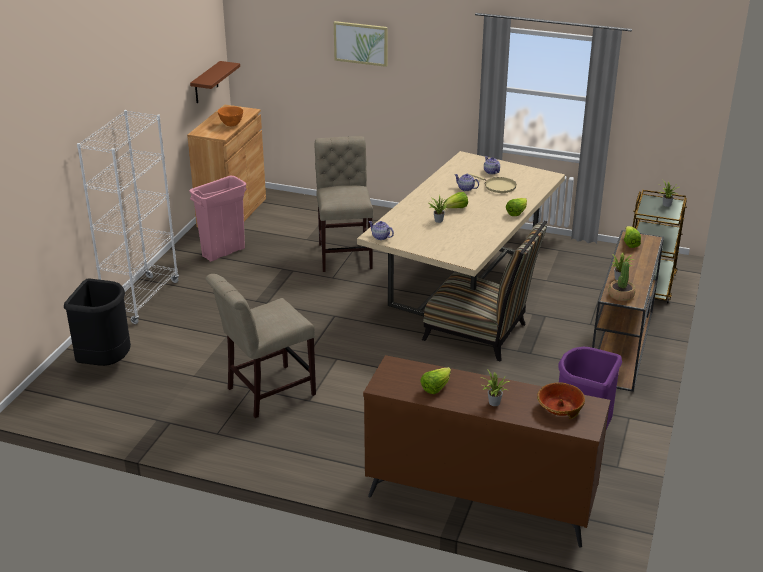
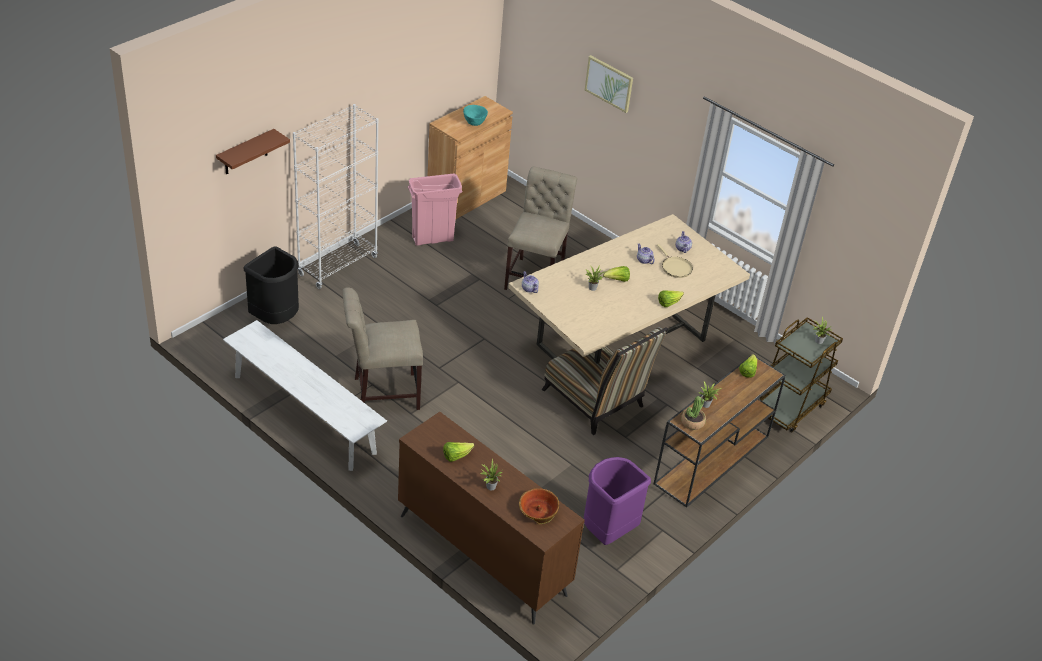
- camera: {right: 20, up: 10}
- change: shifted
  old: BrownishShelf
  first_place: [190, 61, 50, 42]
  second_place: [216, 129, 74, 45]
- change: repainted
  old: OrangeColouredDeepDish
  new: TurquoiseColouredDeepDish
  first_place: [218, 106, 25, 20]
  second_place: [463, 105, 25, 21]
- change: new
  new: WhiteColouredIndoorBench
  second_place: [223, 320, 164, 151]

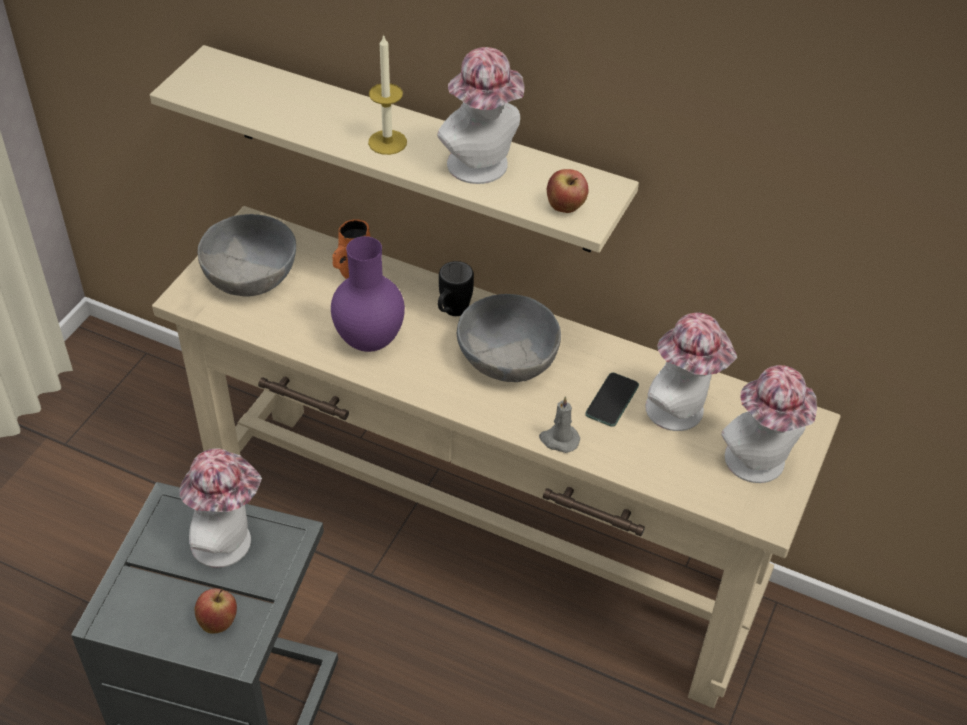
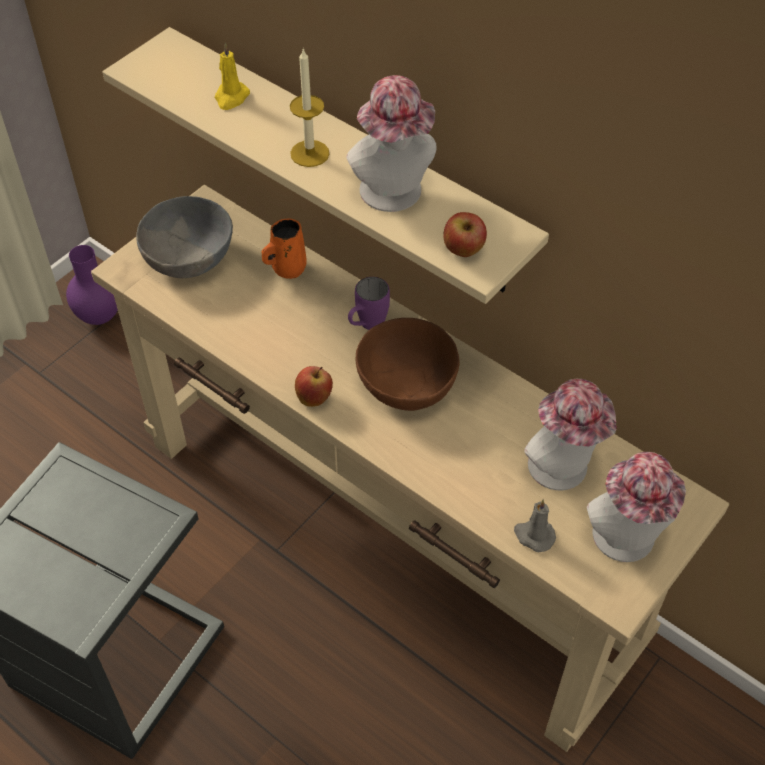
- camera: {right: 15, up: 5}
- change: gone
  old: Hat
  first_place: [180, 449, 82, 119]
- change: shifted
  old: WholeApple
  first_place: [195, 588, 42, 46]
  second_place: [295, 366, 38, 41]
- change: shifted
  old: PurpleColouredVase
  first_place: [331, 236, 74, 116]
  second_place: [66, 245, 52, 80]
- change: repainted
  old: BlackTeaMug
  new: PurpleColouredTeaMug
  first_place: [438, 261, 36, 55]
  second_place: [348, 277, 42, 53]
- change: repainted
  old: GrayDeepDish
  new: BrownishDeepDish
  first_place: [457, 294, 104, 88]
  second_place: [355, 318, 105, 93]
- change: shifted
  old: GrayCandle
  first_place: [539, 396, 41, 57]
  second_place: [514, 500, 42, 52]
- change: gone
  old: Handset
  first_place: [585, 373, 54, 54]
- change: new
  new: YellowColouredCandle
  second_place: [215, 43, 35, 67]

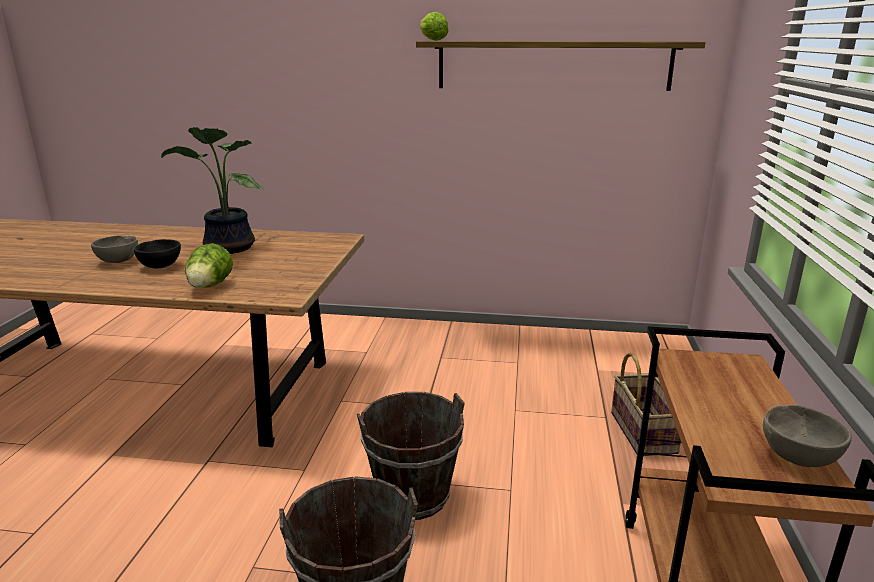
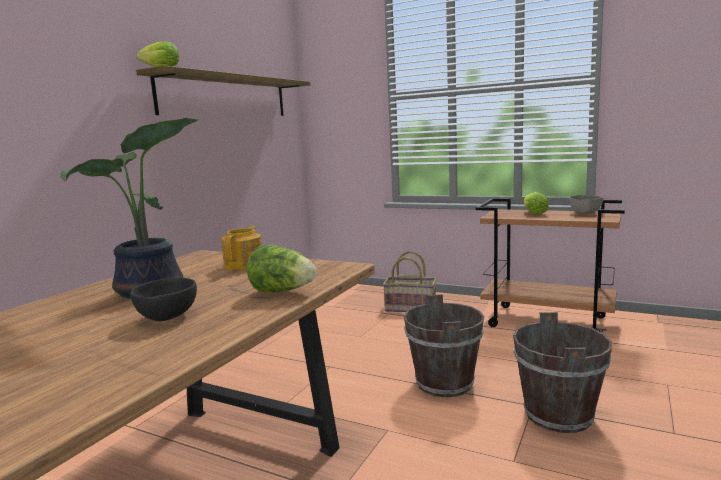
- camera: {right: -70, up: -10}
- change: gone
  old: GrayDeepDish
  first_place: [91, 235, 47, 28]
- change: new
  new: PotForTea
  second_place: [221, 226, 41, 44]
- change: new
  new: LettuceHead
  second_place: [524, 192, 25, 23]

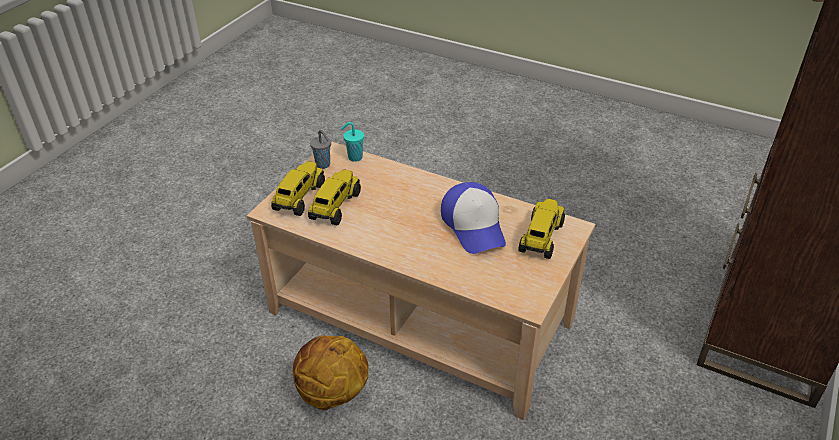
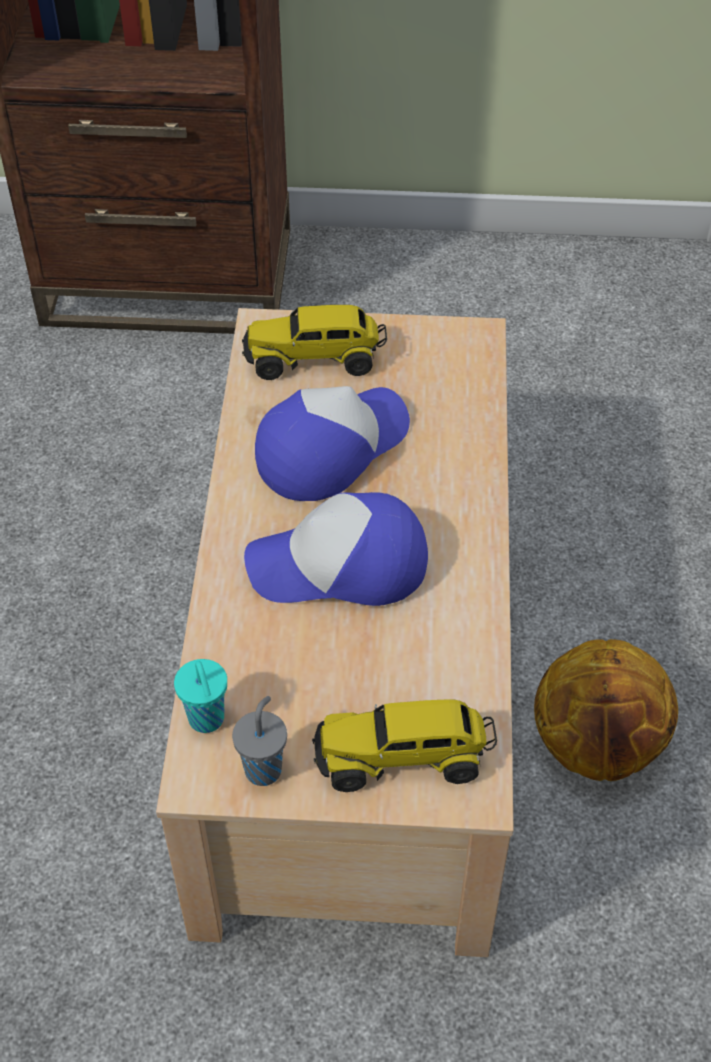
- camera: {right: -115, up: 10}
- change: gone
  old: ToyTruck
  first_place: [308, 170, 53, 55]
- change: new
  new: PeakedCap
  second_place: [244, 492, 184, 114]

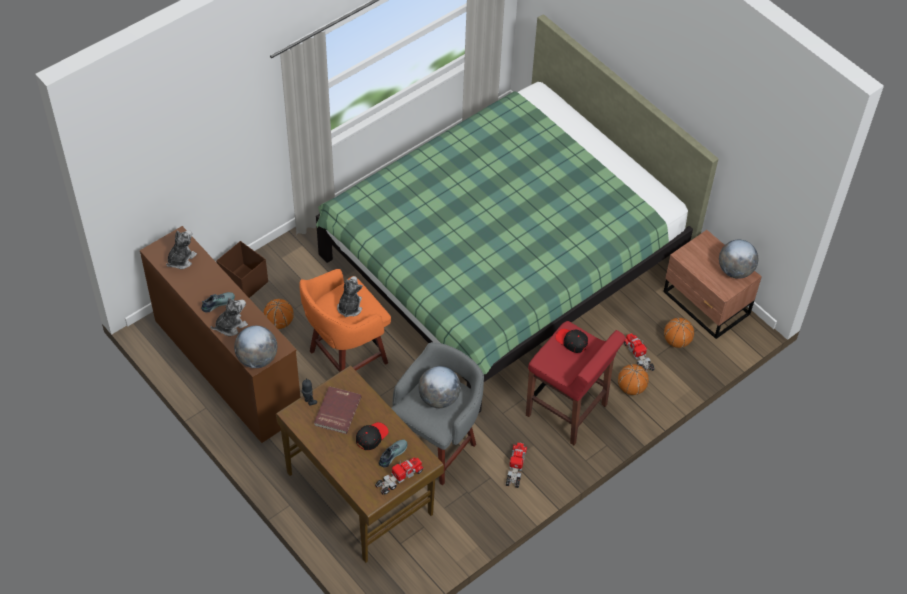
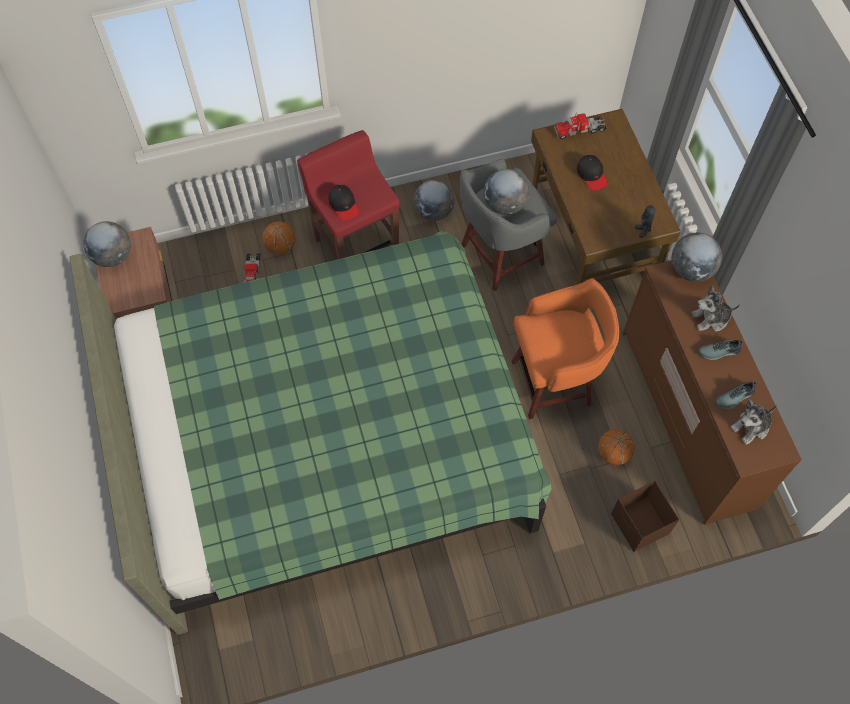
- camera: {right: -155, up: 10}
- change: gone
  old: RedBoundBook
  first_place: [314, 386, 48, 48]
- change: gone
  old: CuddlyToy
  first_place: [337, 276, 26, 41]
- change: rotated
  old: BlackPeakedCap
  first_place: [356, 422, 33, 28]
  second_place: [577, 155, 31, 36]
  degrees: -90
- change: shifted
  old: Shoe
  first_place: [379, 440, 29, 28]
  second_place: [716, 381, 41, 28]
- change: swapped
  old: ToyTruck
  new: Globe
  first_place: [506, 443, 21, 45]
  second_place: [414, 180, 41, 41]
- change: gone
  old: BasketballBall
  first_place: [664, 318, 30, 30]

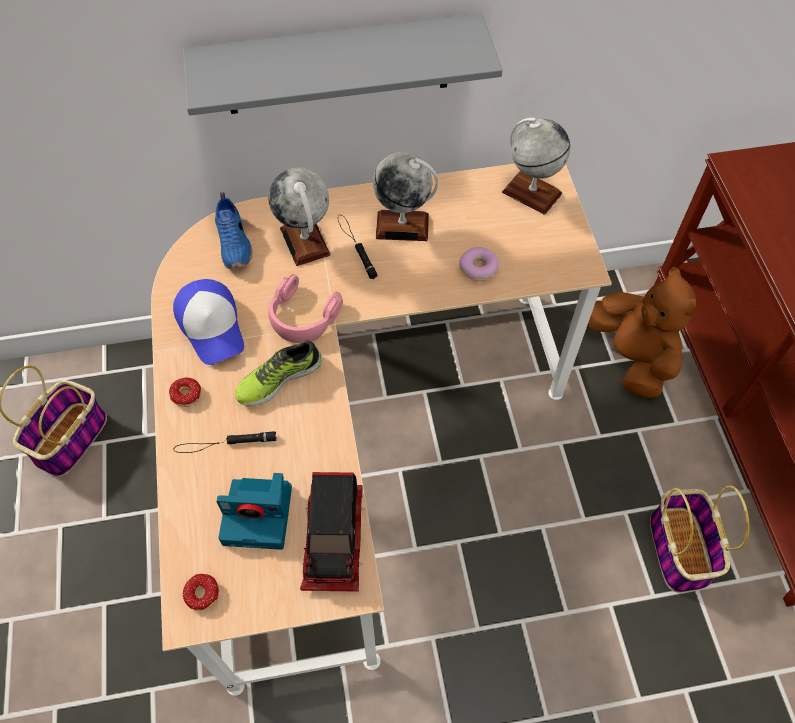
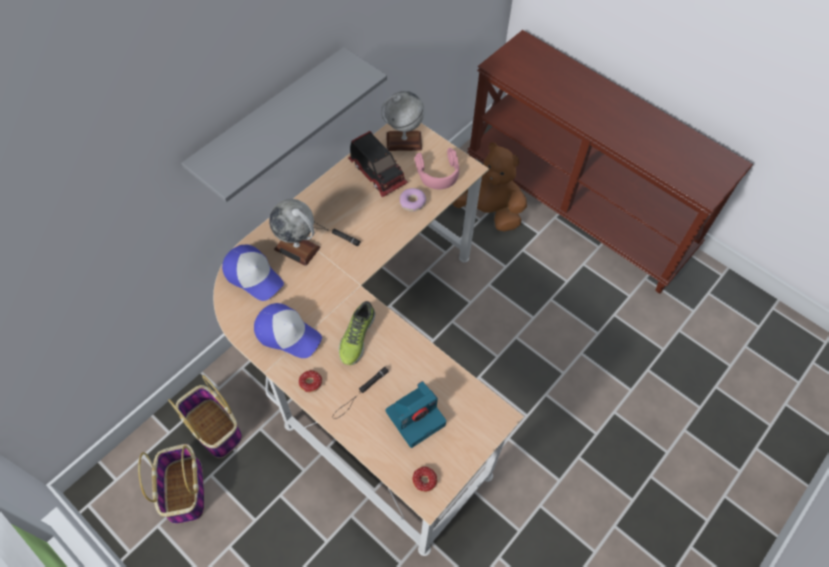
- camera: {right: -40, up: 0}
- change: swapped
  old: BluishShoe
  new: PeakedCap
  first_place: [215, 192, 38, 77]
  second_place: [222, 245, 62, 56]
- change: shifted
  old: PinkishHeadphones
  first_place: [268, 274, 75, 69]
  second_place: [415, 148, 44, 41]
- change: shifted
  old: ToyTruck
  first_place: [300, 472, 64, 120]
  second_place: [348, 131, 60, 66]
- change: gone
  old: Globe
  first_place: [373, 152, 65, 89]
- change: shifted
  old: StorageBasket
  first_place: [650, 485, 99, 108]
  second_place: [168, 375, 74, 83]

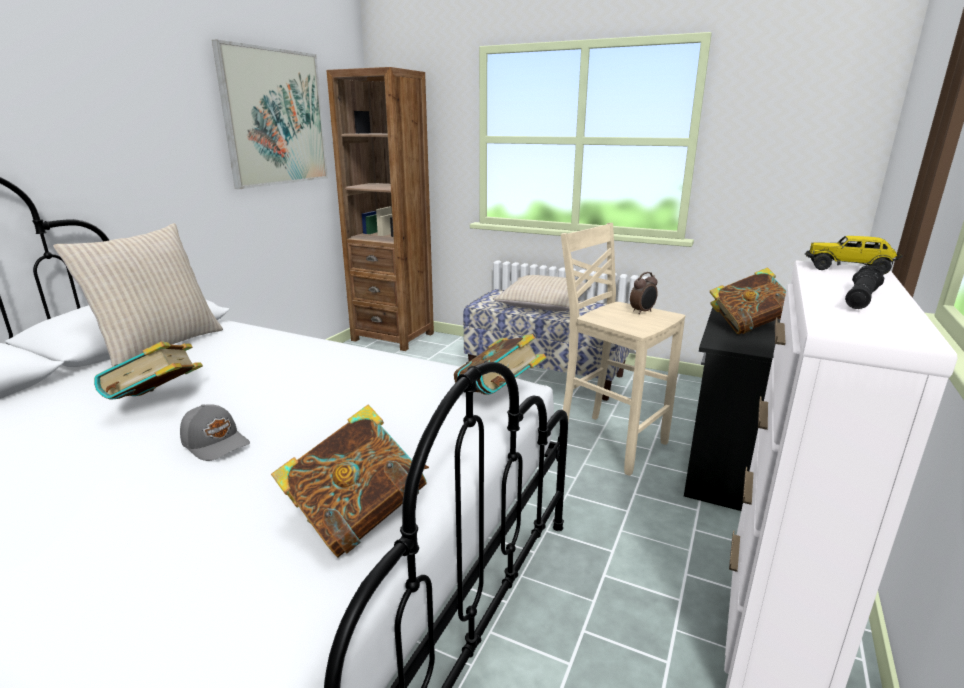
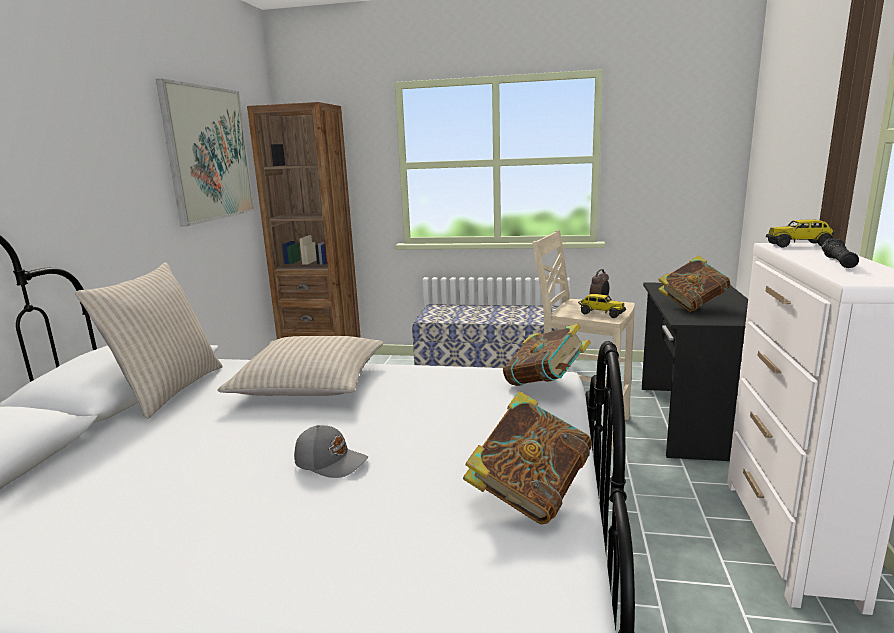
- camera: {right: -15, up: -5}
- change: gone
  old: BoundBook
  first_place: [94, 342, 109, 58]
- change: shifted
  old: BeigeCushion
  first_place: [493, 275, 99, 36]
  second_place: [217, 336, 167, 60]
- change: new
  new: ToyTruck
  second_place: [578, 294, 48, 24]

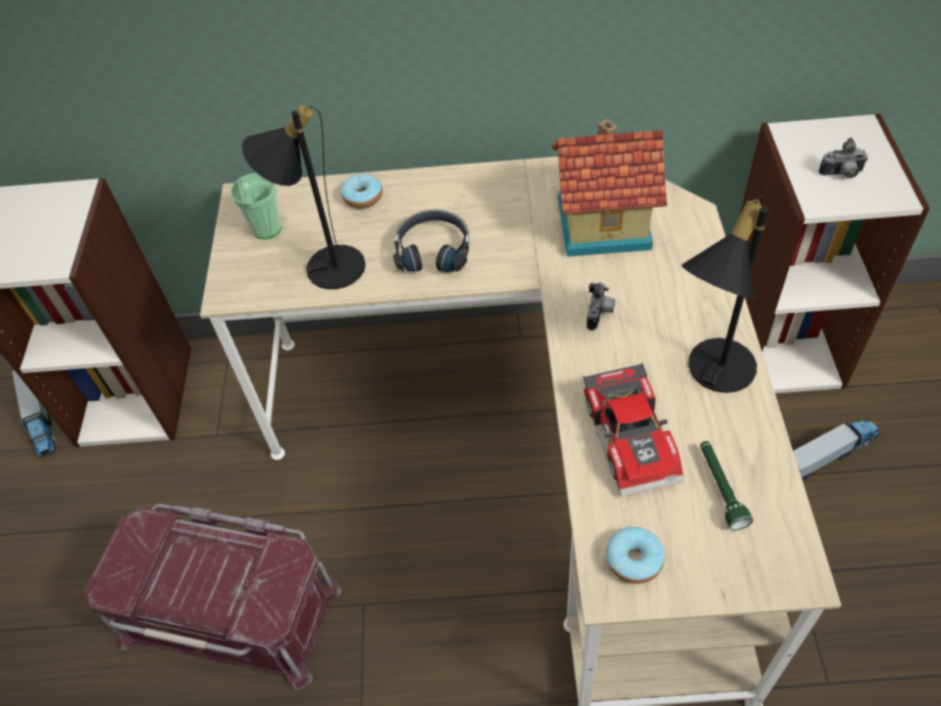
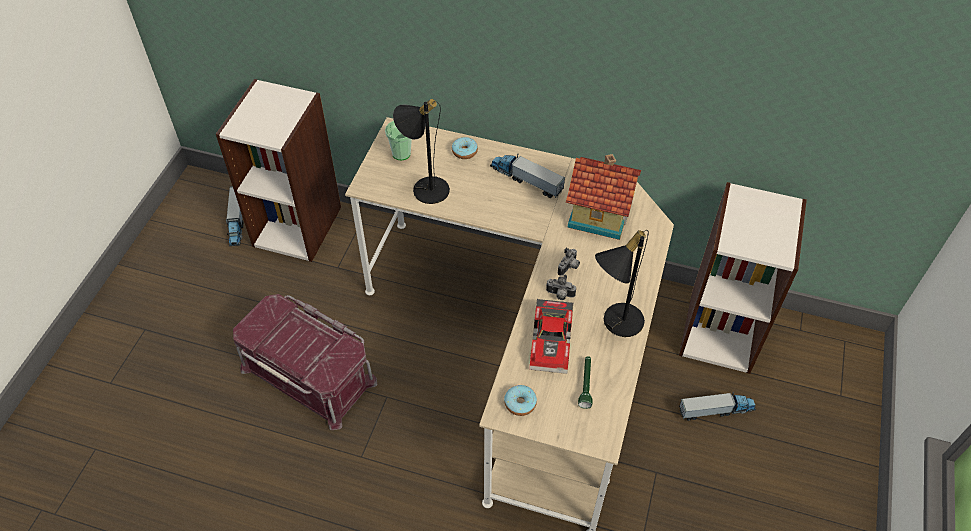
- camera: {right: 15, up: 0}
- change: gone
  old: BlackHeadphones
  first_place: [393, 210, 76, 62]
- change: shifted
  old: PhotoCamera
  first_place: [818, 138, 50, 40]
  second_place: [546, 275, 30, 25]
- change: new
  new: ToyTruck
  second_place: [490, 154, 75, 44]

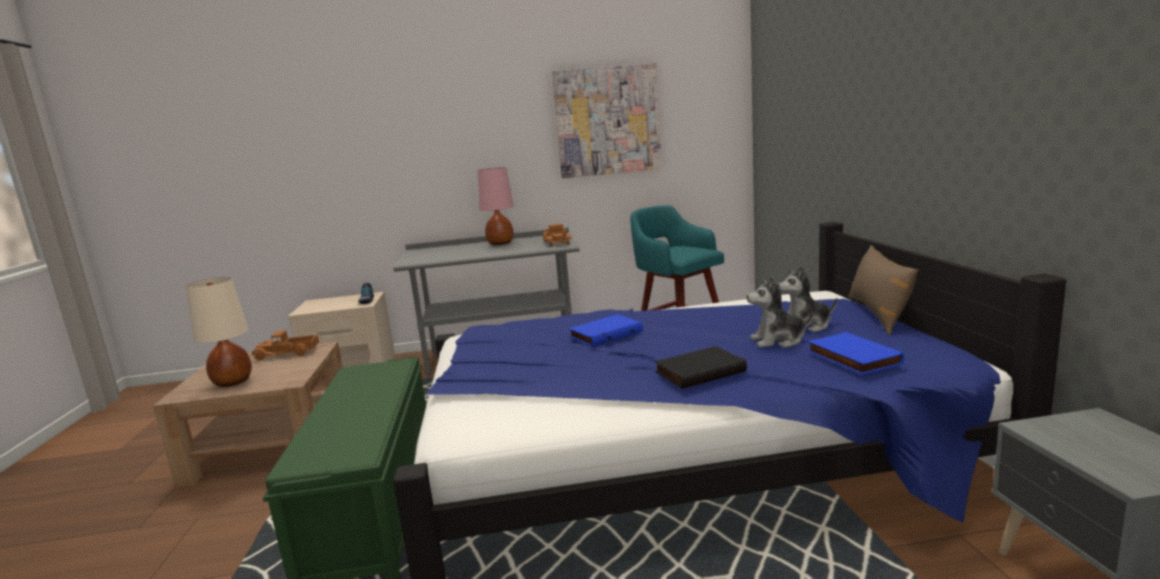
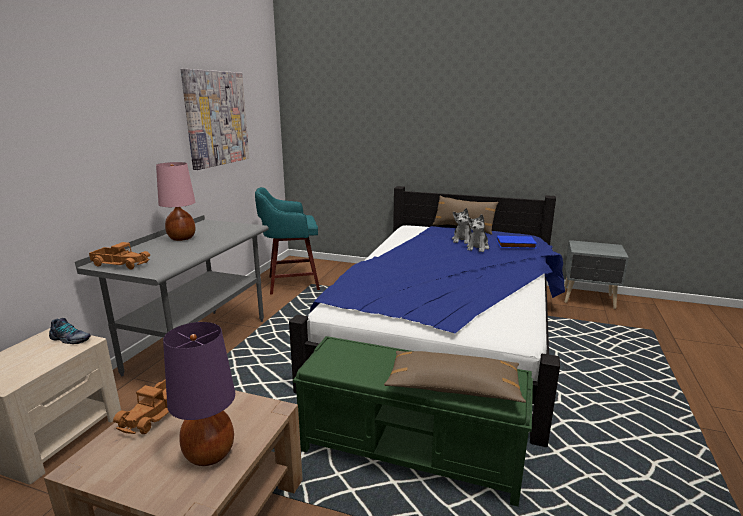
- camera: {right: -65, up: 5}
- change: repainted
  old: BeigeTabletopLamp
  new: PurpleColouredTabletopLamp
  first_place: [186, 277, 66, 110]
  second_place: [163, 322, 72, 144]
- change: shifted
  old: ToyTruck
  first_place: [543, 223, 28, 24]
  second_place: [89, 242, 61, 27]
- change: gone
  old: BluishBoundBook
  first_place: [569, 314, 74, 33]
- change: gone
  old: BlackBoundBook
  first_place: [654, 346, 93, 43]
- change: new
  new: BrownishCushion
  second_place: [384, 351, 142, 52]

